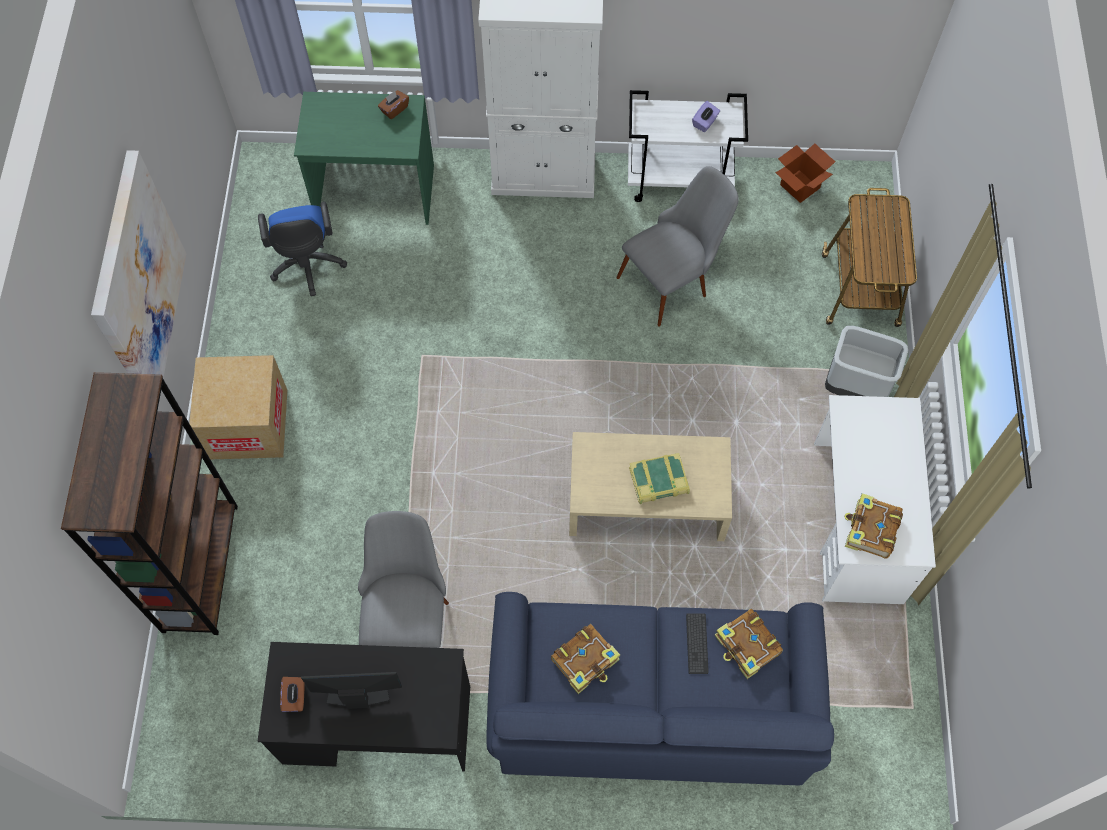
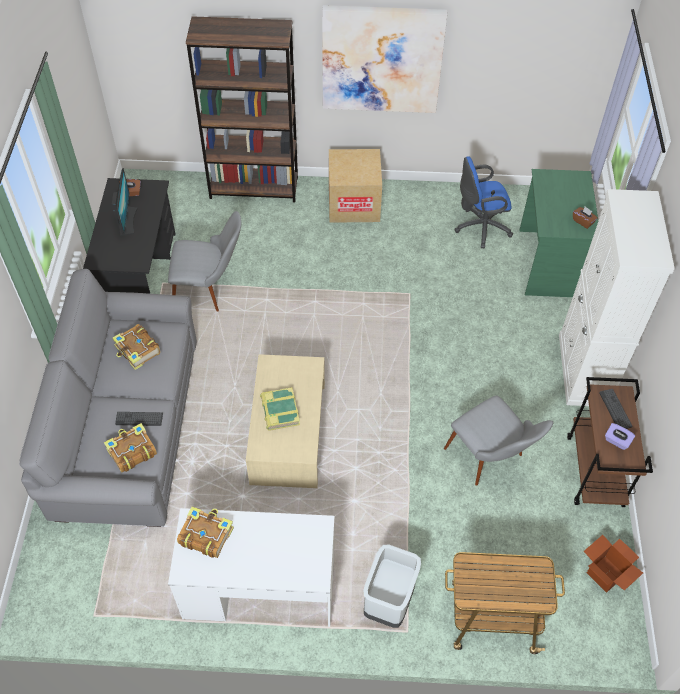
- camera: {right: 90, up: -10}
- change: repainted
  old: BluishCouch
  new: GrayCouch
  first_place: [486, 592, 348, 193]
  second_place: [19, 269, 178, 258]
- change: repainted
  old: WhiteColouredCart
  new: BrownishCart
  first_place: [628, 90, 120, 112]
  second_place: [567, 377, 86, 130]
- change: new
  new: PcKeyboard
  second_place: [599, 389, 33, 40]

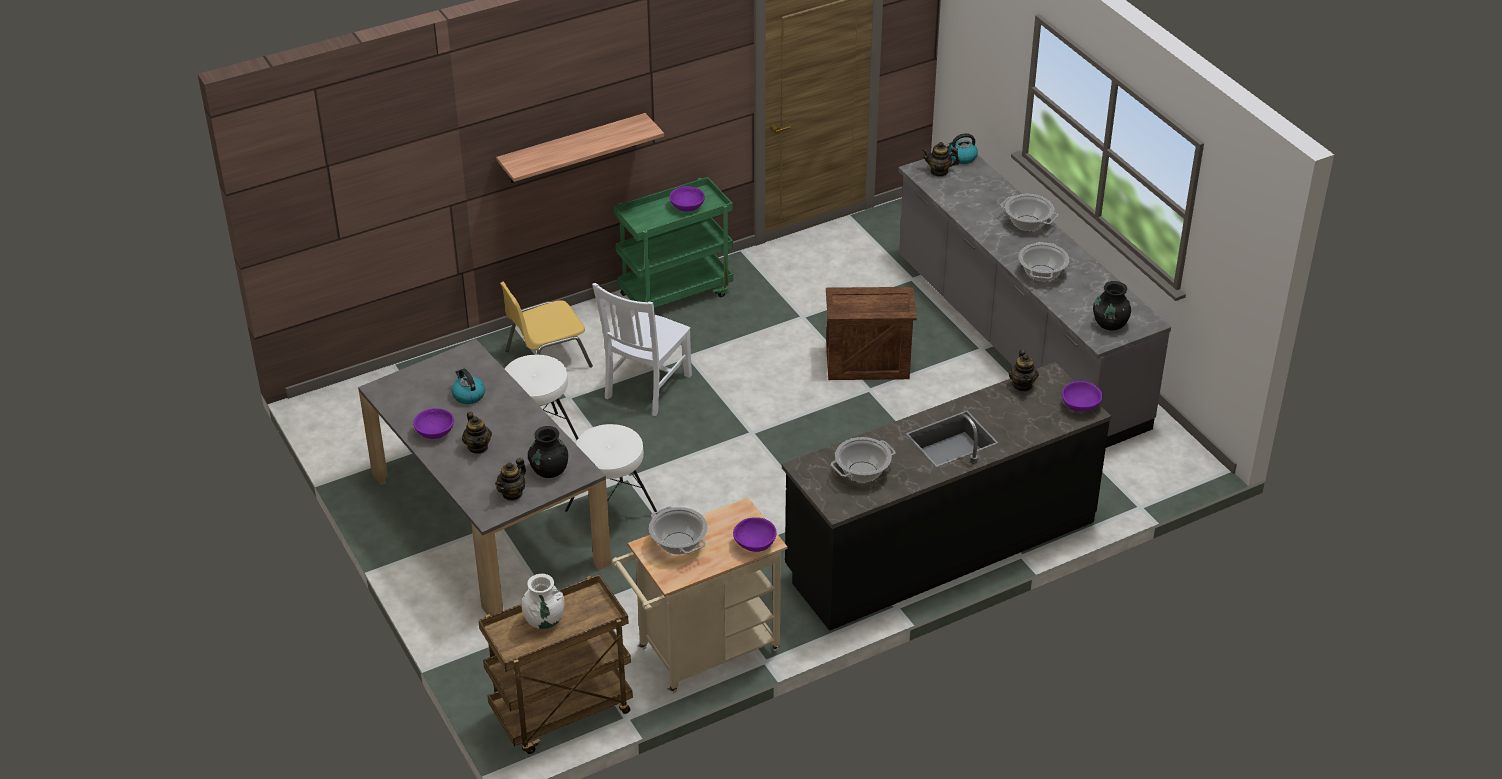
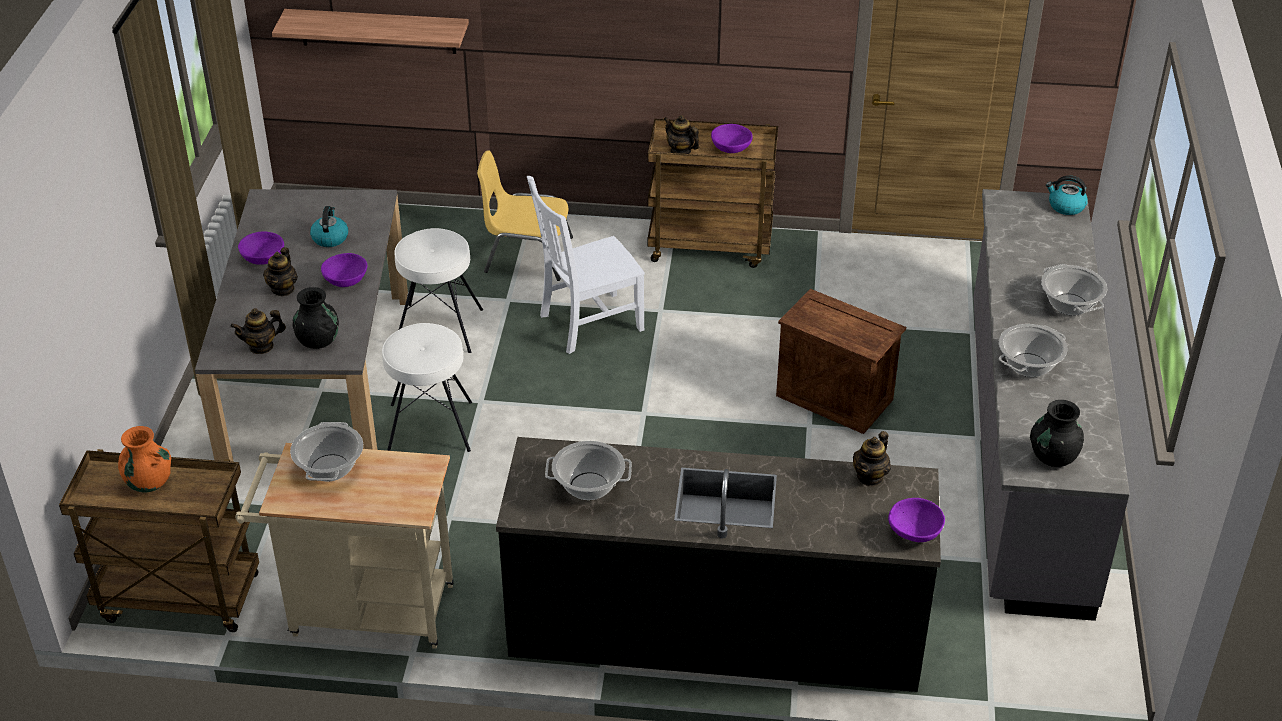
- camera: {right: 35, up: 0}
- change: shifted
  old: Shelf
  first_place: [496, 113, 168, 70]
  second_place: [272, 9, 197, 45]
- change: repainted
  old: WhiteColouredVase
  new: OrangeColouredVase
  first_place: [522, 574, 42, 55]
  second_place: [118, 426, 53, 67]
- change: repainted
  old: GreenColouredCart
  new: BrownishCart
  first_place: [613, 177, 120, 131]
  second_place: [648, 118, 130, 150]
- change: shifted
  old: PurpleColouredDeepDish
  first_place: [733, 517, 44, 35]
  second_place: [321, 253, 46, 34]
- change: shifted
  old: PotForTea
  first_place: [922, 142, 38, 35]
  second_place: [664, 115, 35, 39]

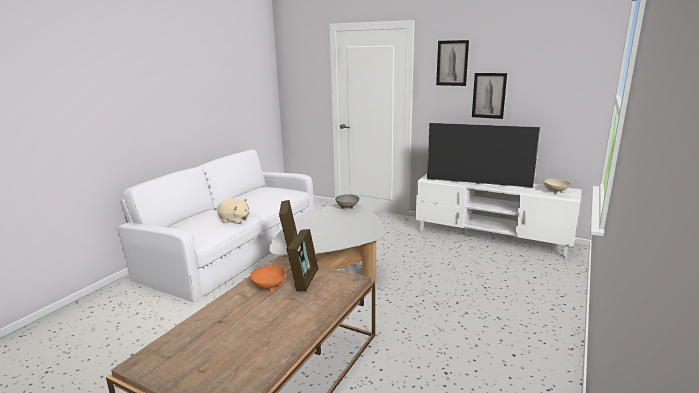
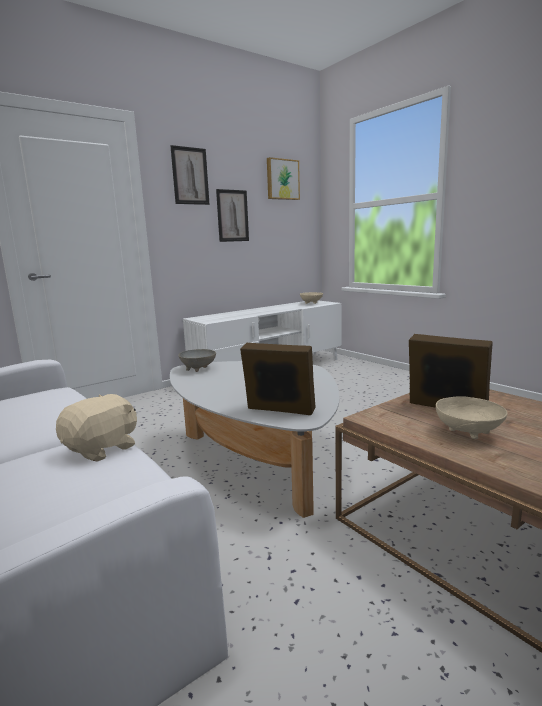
- camera: {right: -65, up: -5}
- change: repainted
  old: OrangeColouredDeepDish
  new: BeigeDeepDish
  first_place: [250, 265, 36, 27]
  second_place: [436, 396, 71, 43]
- change: gone
  old: Television
  first_place: [427, 123, 113, 65]
- change: new
  new: WallPicture
  second_place: [267, 157, 33, 43]

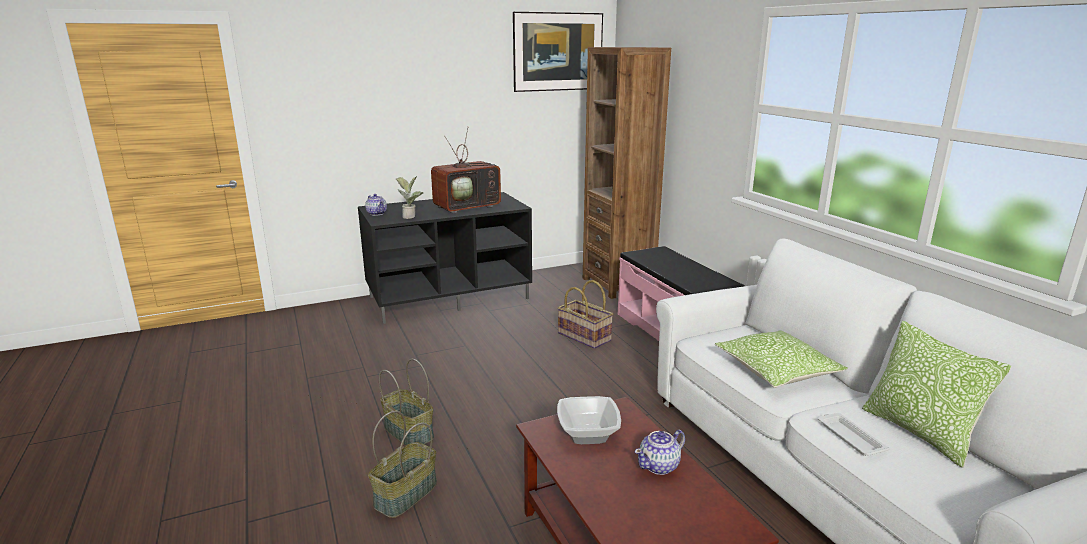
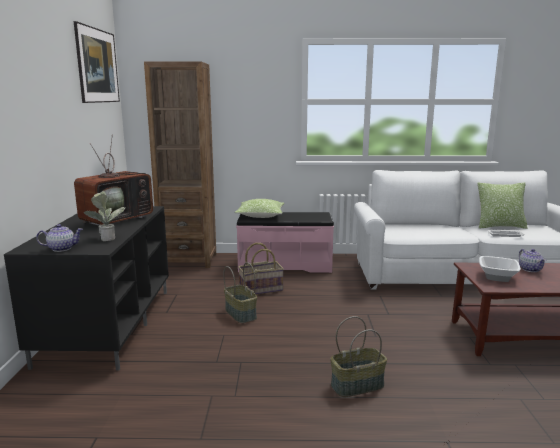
- camera: {right: -65, up: -5}
- change: shifted
  old: StorageBasket
  first_place: [368, 411, 69, 107]
  second_place: [223, 262, 34, 61]
- change: rotated
  old: Television
  first_place: [431, 126, 70, 88]
  second_place: [74, 134, 79, 92]
  degrees: 45
- change: shifted
  old: Cushion
  first_place: [715, 330, 133, 58]
  second_place: [235, 199, 49, 19]

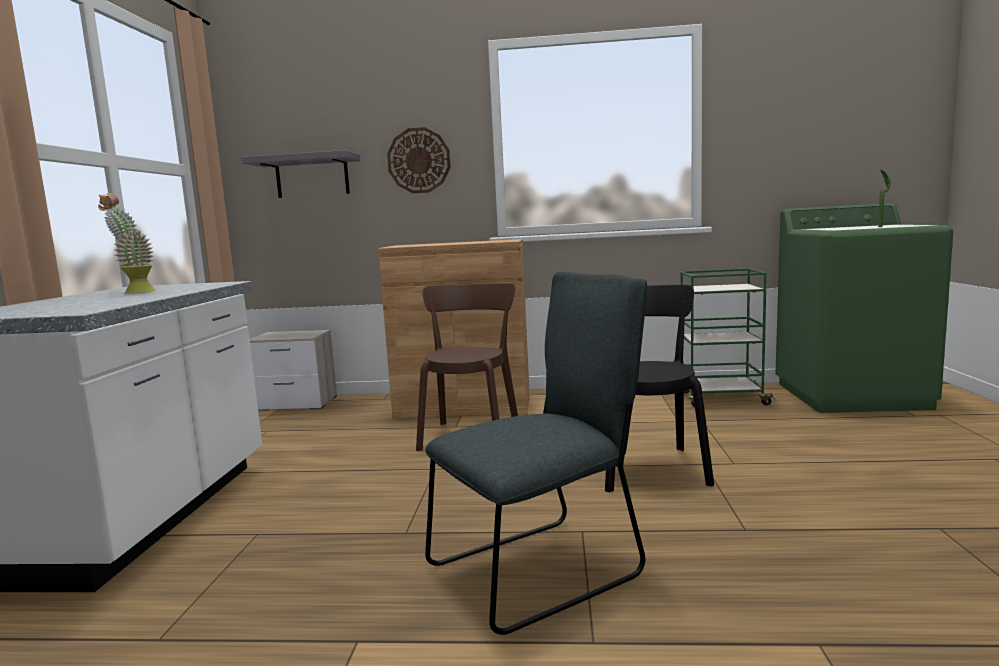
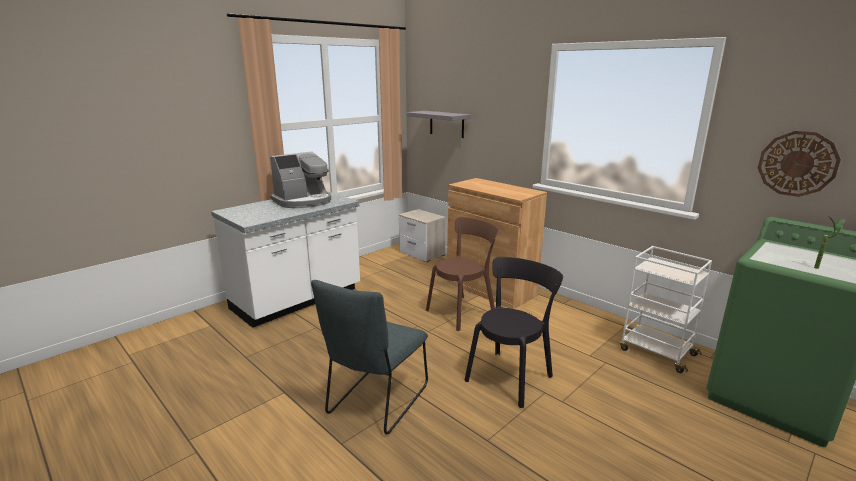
- camera: {right: 40, up: 10}
- change: swapped
  old: PlantInAPot
  new: CoffeeBrewer
  first_place: [98, 193, 58, 100]
  second_place: [270, 151, 61, 57]
- change: shifted
  old: HangingClock
  first_place: [387, 127, 64, 66]
  second_place: [758, 131, 83, 66]
- change: rotated
  old: GrayPlainChair
  first_place: [425, 272, 222, 363]
  second_place: [311, 280, 117, 155]
  degrees: 105
- change: repainted
  old: GreenColouredCart
  new: WhiteColouredCart
  first_place: [680, 268, 96, 139]
  second_place: [620, 246, 92, 127]

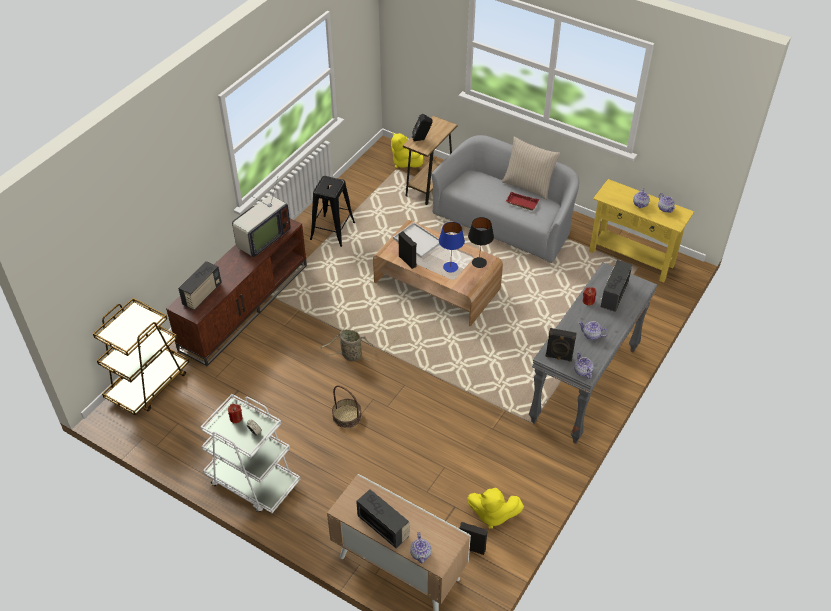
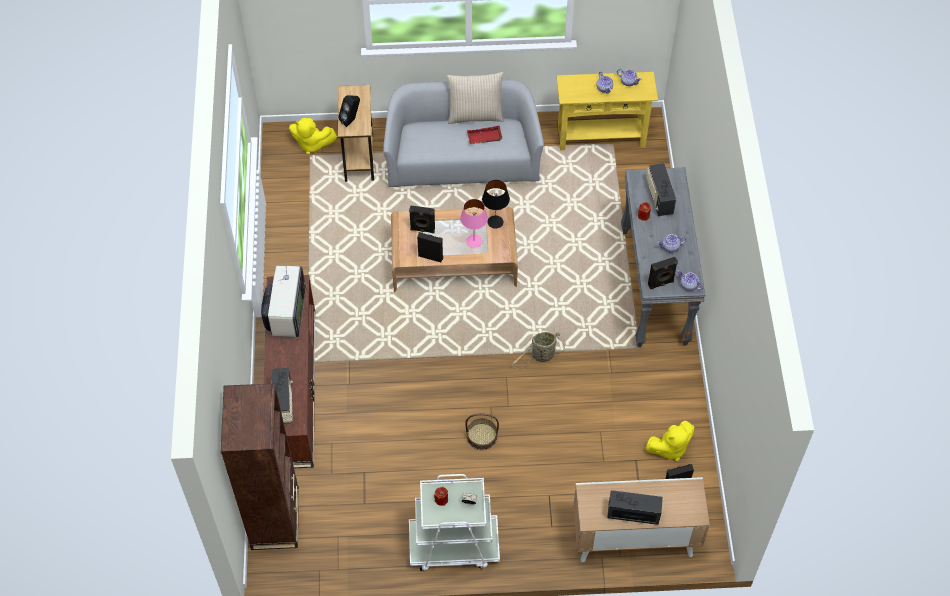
- camera: {right: -35, up: 10}
- change: swapped
  old: BrownishCart
  new: BrownishBookshelf
  first_place: [93, 298, 96, 117]
  second_place: [221, 383, 78, 167]
- change: gone
  old: BlackStoolSeat
  first_place: [310, 176, 45, 71]
- change: shifted
  old: StorageBasket
  first_place: [320, 329, 54, 32]
  second_place: [512, 332, 53, 37]
- change: swapped
  old: WhiteColouredTray
  new: BlackSpeaker
  first_place: [393, 222, 47, 36]
  second_place: [409, 205, 26, 28]
- change: gone
  old: PotForTea
  first_place: [410, 532, 22, 32]
- change: repainted
  old: BluishTabletopLamp
  new: PinkishTabletopLamp
  first_place: [439, 222, 26, 50]
  second_place: [460, 199, 28, 49]

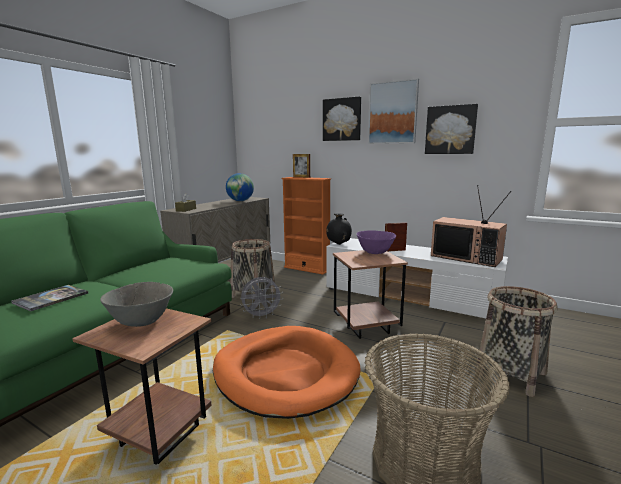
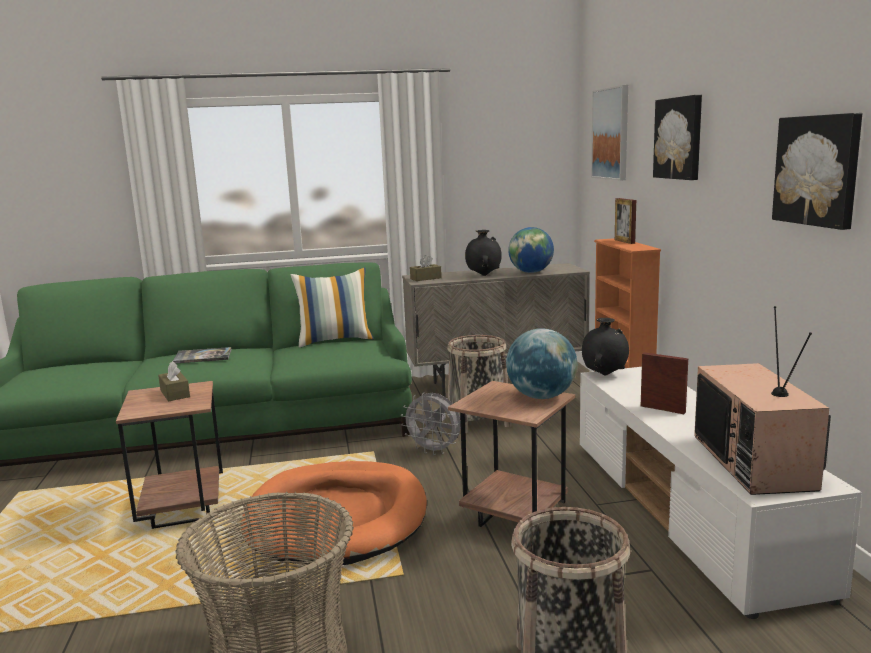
- camera: {right: 50, up: 0}
- change: swapped
  old: GrayDeepDish
  new: BrownishTissueBox
  first_place: [100, 282, 73, 45]
  second_place: [158, 361, 32, 41]
- change: swapped
  old: PurpleColouredDeepDish
  new: Globe
  first_place: [356, 231, 40, 23]
  second_place: [506, 328, 71, 71]
- change: shifted
  old: WallPicture
  first_place: [368, 78, 51, 66]
  second_place: [591, 85, 37, 96]
- change: new
  new: Cushion
  second_place: [291, 268, 83, 80]
- change: new
  new: BlackVase
  second_place: [465, 230, 37, 46]

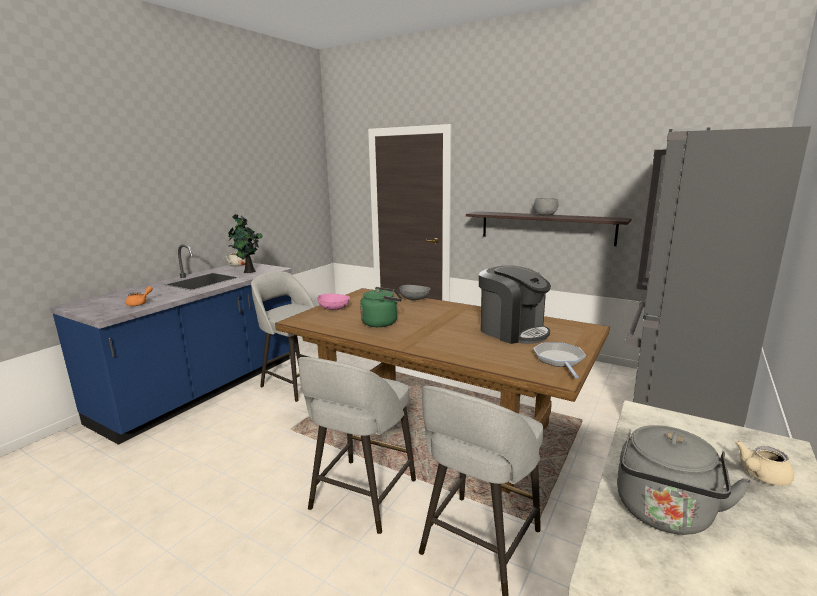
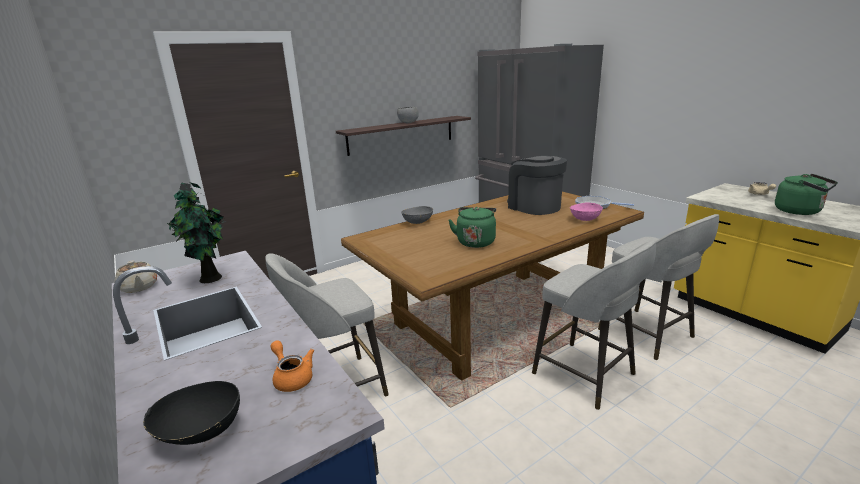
- camera: {right: -65, up: 5}
- change: shifted
  old: PinkishDeepDish
  first_place: [317, 294, 33, 16]
  second_place: [570, 202, 33, 19]
- change: rotated
  old: CoffeeBrewer
  first_place: [479, 265, 72, 79]
  second_place: [507, 156, 60, 59]
  degrees: -105
- change: repainted
  old: GrayKettle
  new: GreenColouredKettle
  first_place: [617, 425, 135, 110]
  second_place: [775, 174, 63, 41]
- change: new
  new: BlackDeepDish
  second_place: [143, 381, 97, 64]

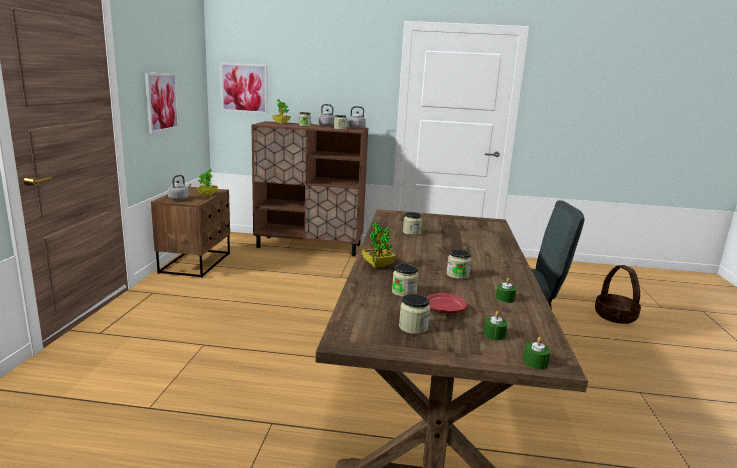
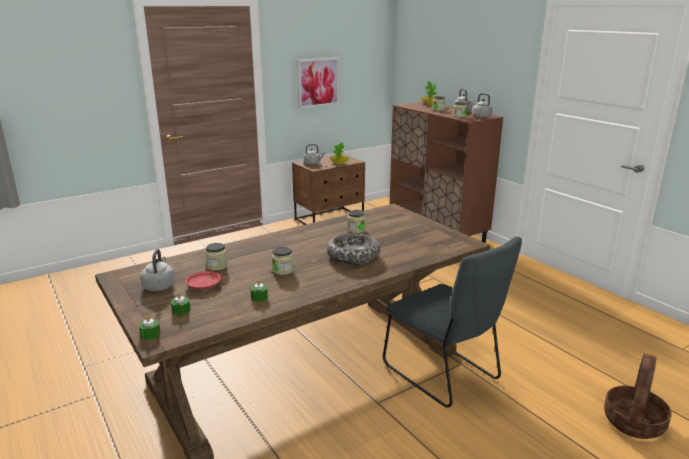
- camera: {right: 50, up: 5}
- change: gone
  old: WallPicture
  first_place: [220, 62, 48, 52]
- change: gone
  old: PlantInAPot
  first_place: [362, 222, 34, 46]
- change: swapped
  old: Jar
  new: GrayKettle
  first_place: [399, 294, 31, 40]
  second_place: [140, 249, 35, 42]
- change: new
  new: DeepDish
  second_place: [327, 233, 53, 32]

